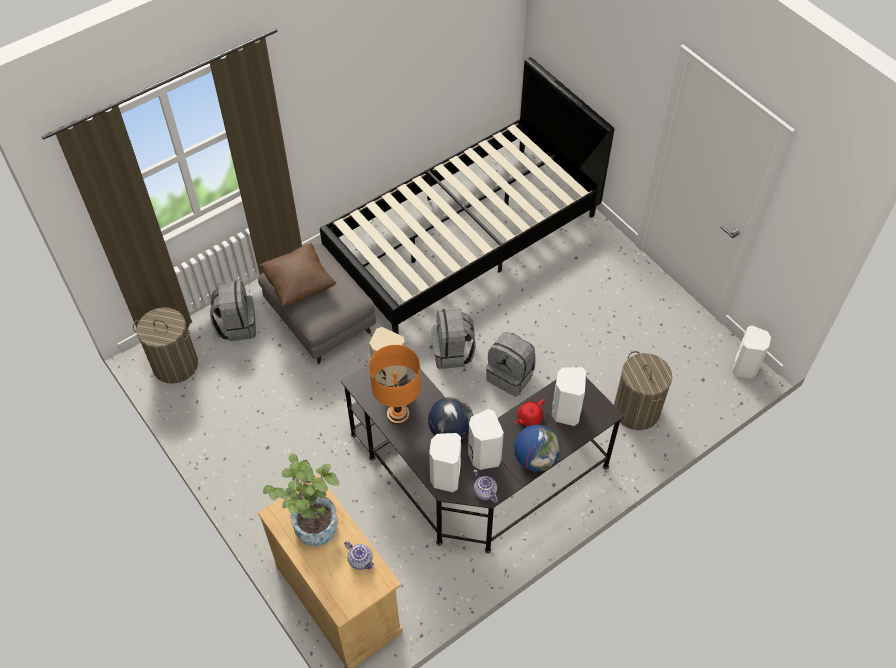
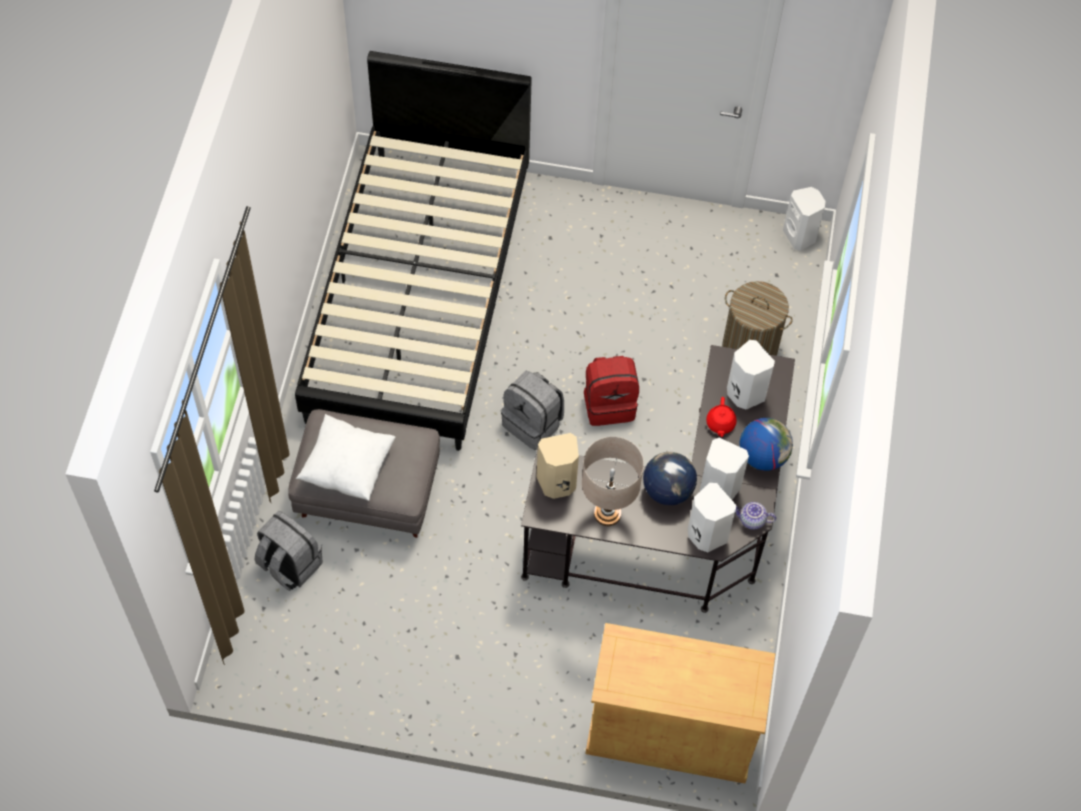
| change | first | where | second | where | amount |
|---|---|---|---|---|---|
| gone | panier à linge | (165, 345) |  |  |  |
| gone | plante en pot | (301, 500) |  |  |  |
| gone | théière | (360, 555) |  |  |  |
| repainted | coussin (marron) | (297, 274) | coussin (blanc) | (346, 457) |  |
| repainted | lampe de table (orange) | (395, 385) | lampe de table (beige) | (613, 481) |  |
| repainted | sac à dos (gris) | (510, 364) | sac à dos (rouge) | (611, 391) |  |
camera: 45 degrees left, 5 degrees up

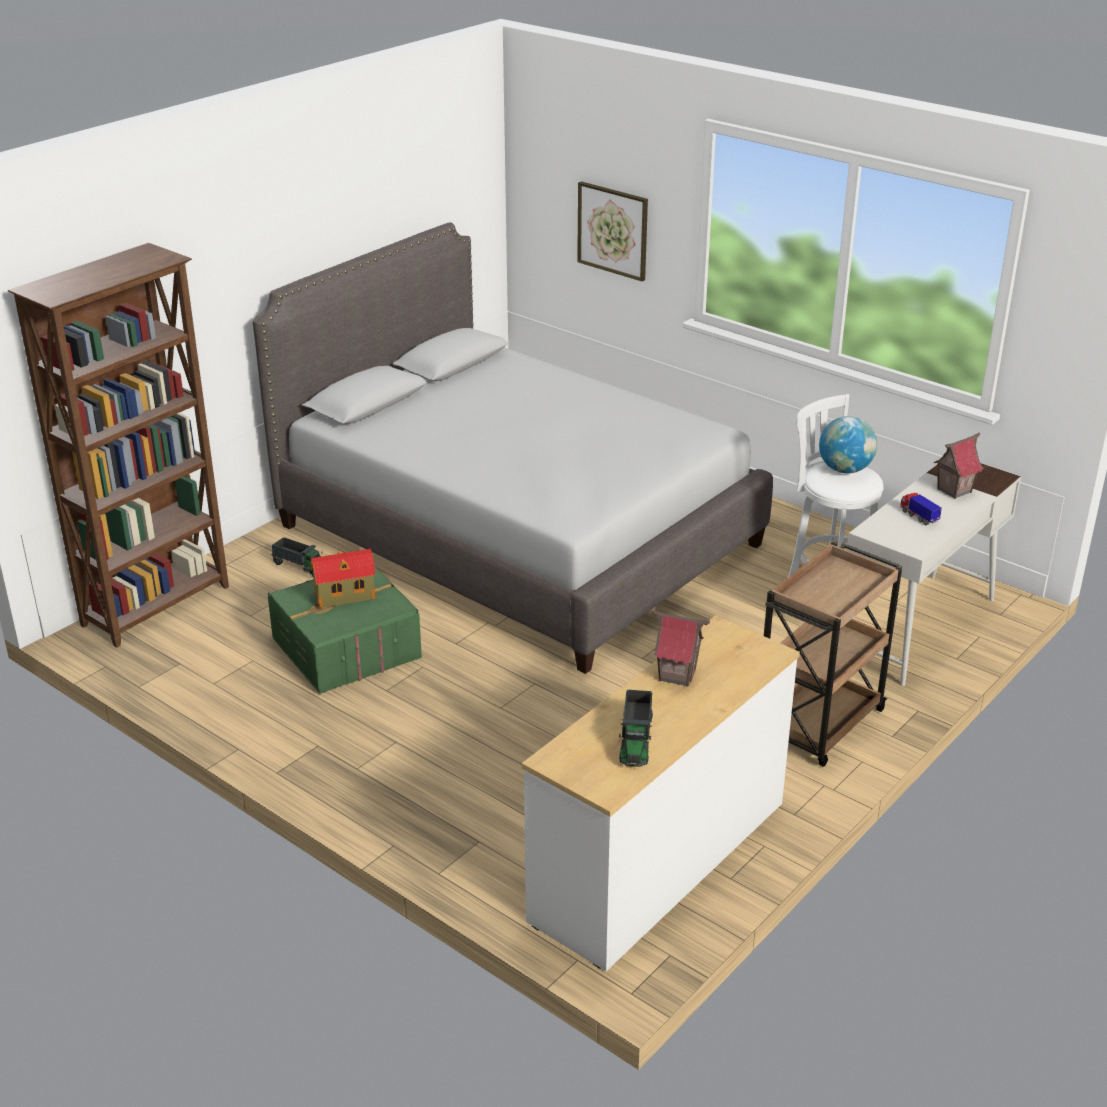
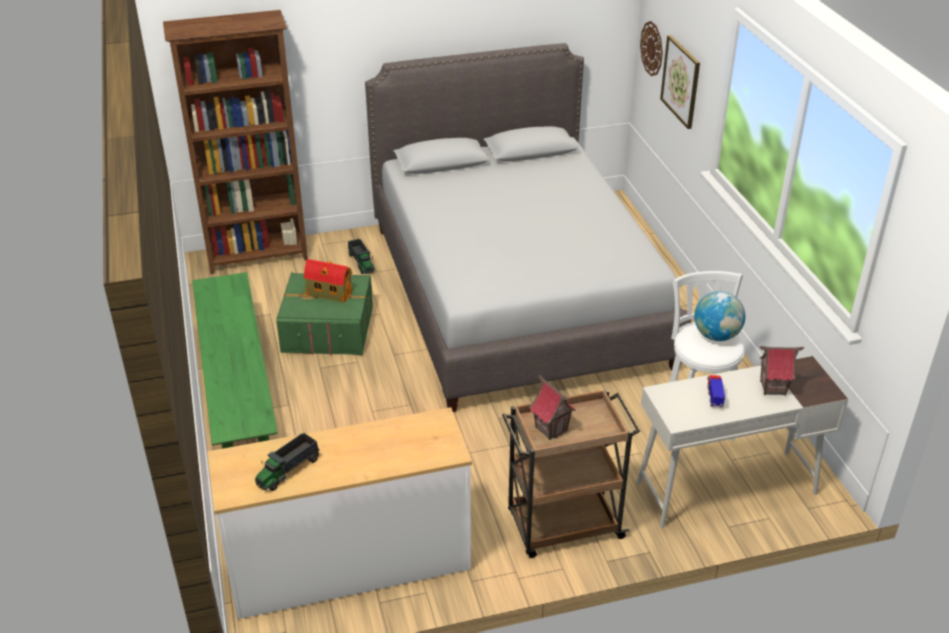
| change | first | where | second | where | amount |
|---|---|---|---|---|---|
| new |  |  | banc (vert) | (235, 360) |  |
| new |  |  | horloge murale | (651, 48) |  |
| shifted | maison miniature | (680, 648) |  | (552, 407) |  |
camera: 35 degrees right, 5 degrees up

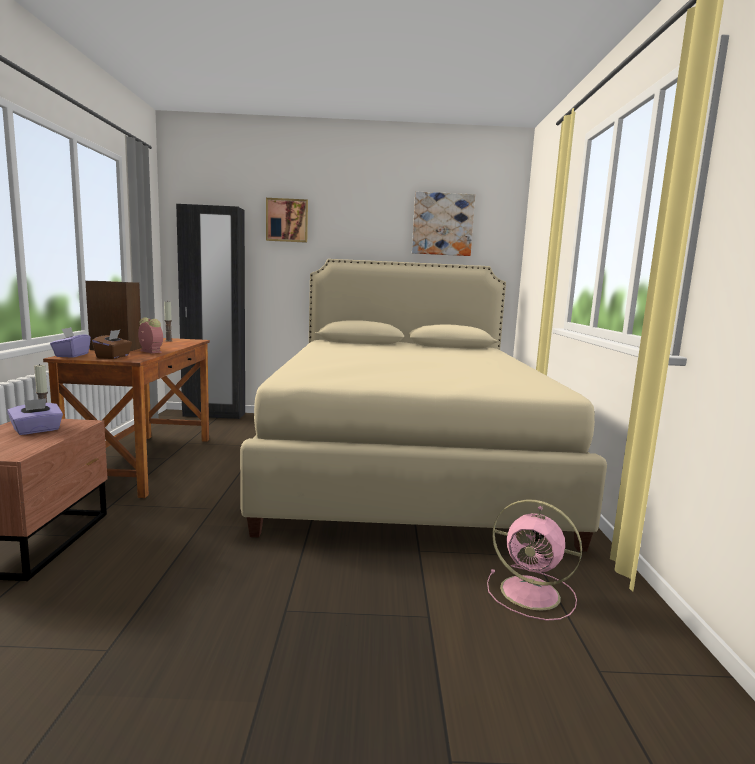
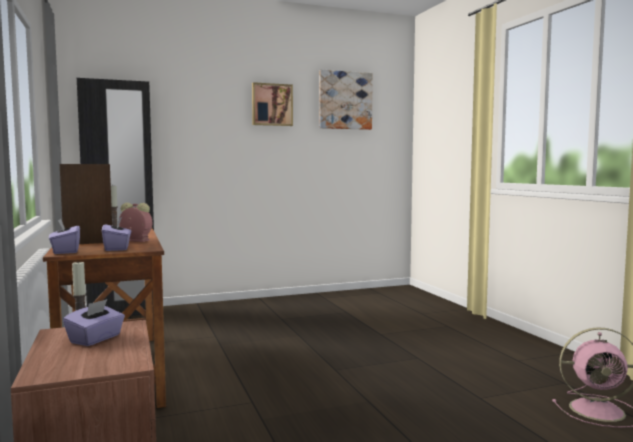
| change | first | where | second | where | amount |
|---|---|---|---|---|---|
| gone | lit (beige) | (423, 405) |  |  |  |
| shifted | tableau | (287, 220) |  | (272, 104) |  |
| repainted | boîte à mouchoirs (marron) | (112, 344) | boîte à mouchoirs (violet) | (116, 234) |  |
camera: 20 degrees left, 5 degrees down

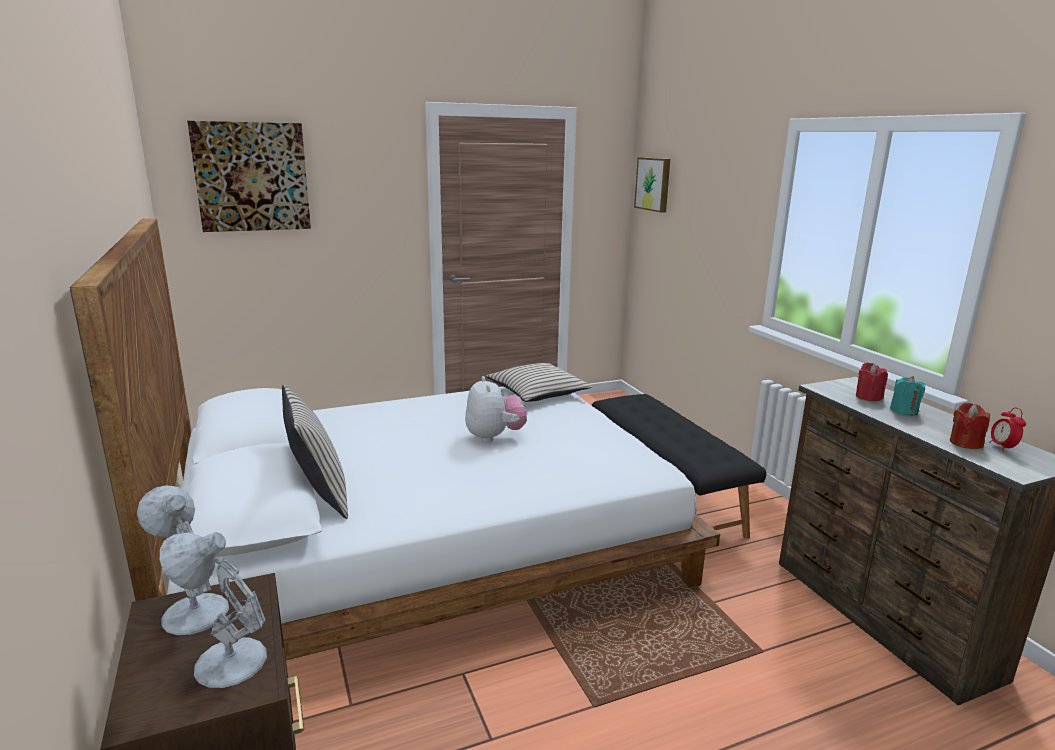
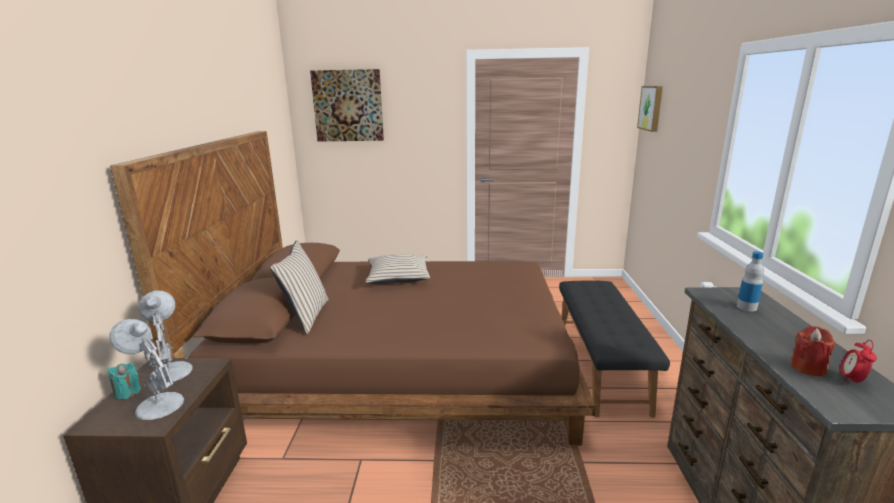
| change | first | where | second | where | amount |
|---|---|---|---|---|---|
| gone | peluche | (496, 409) |  |  |  |
| shifted | coussin (beige) | (539, 382) |  | (398, 269) |  |
| shifted | bougie (turquoise) | (907, 396) |  | (124, 381) |  |
| swapped | bougie (rouge) | (872, 381) | bouteille | (750, 281) |  |
| repainted | lit (blanc) | (395, 439) | lit (marron) | (353, 288) |  |
camera: 25 degrees right, 0 degrees up

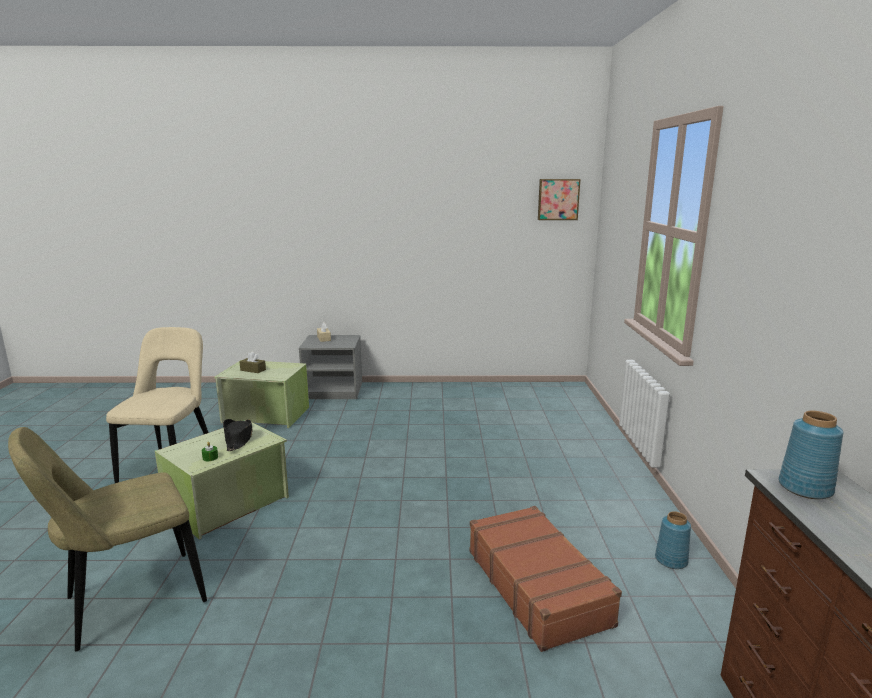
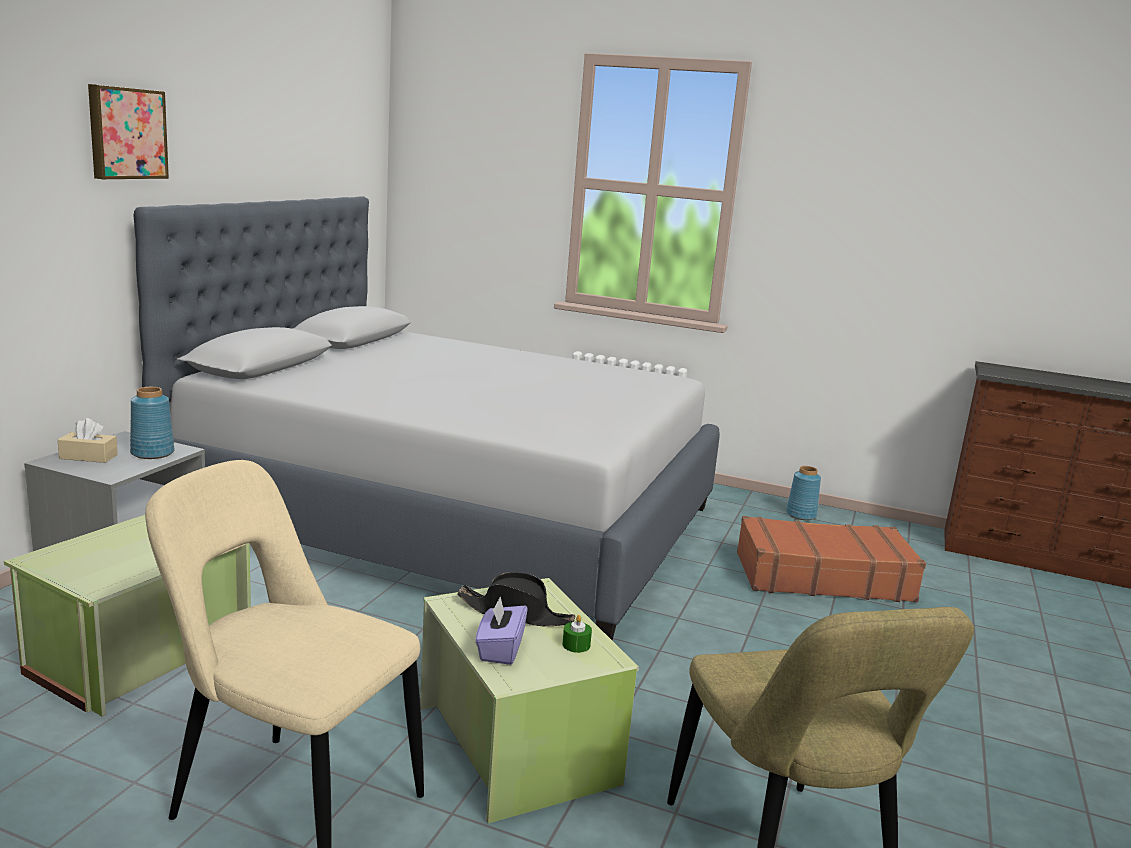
| change | first | where | second | where | amount |
|---|---|---|---|---|---|
| gone | boîte à mouchoirs (marron) | (252, 362) |  |  |  |
| new |  |  | lit (gris) | (427, 418) |  |
| new |  |  | boîte à mouchoirs (violet) | (501, 631) |  |
| shifted | tableau | (559, 199) |  | (128, 131) |  |
| shifted | vase (bleu) | (810, 455) |  | (152, 423) |  |
camera: 70 degrees left, 0 degrees up

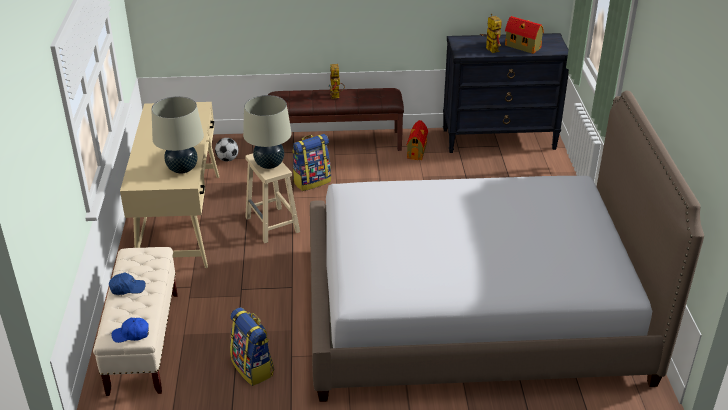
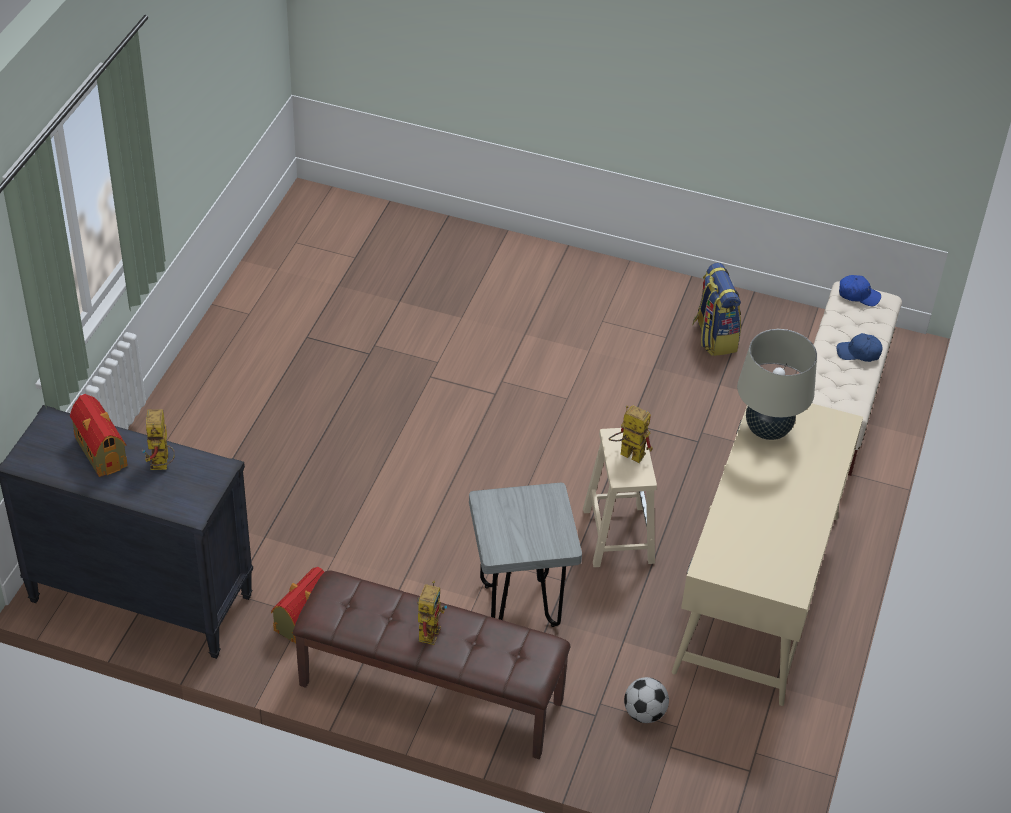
| change | first | where | second | where | amount |
|---|---|---|---|---|---|
| gone | lit | (507, 246) |  |  |  |
| swapped | lampe de table (beige) | (267, 132) | robot jouet | (631, 434) |  |
| swapped | sac à dos | (311, 162) | tabouret (gris) | (525, 555) |  |
camera: 160 degrees left, 10 degrees up

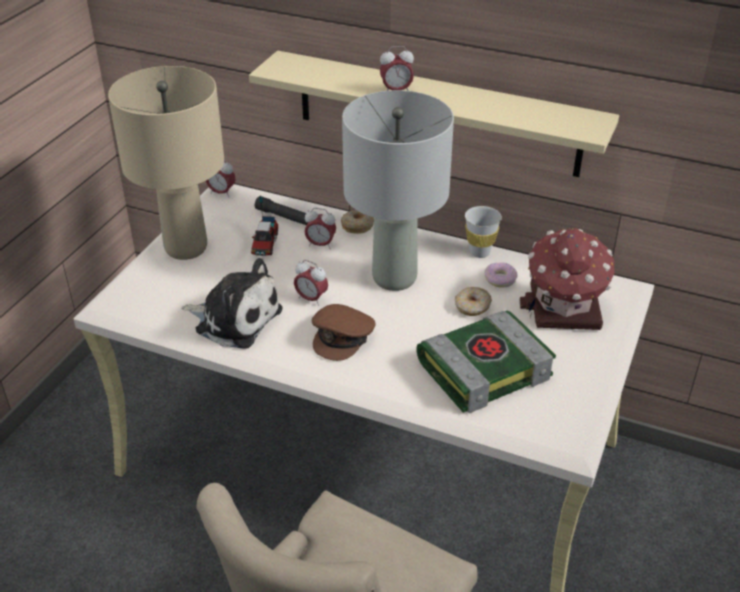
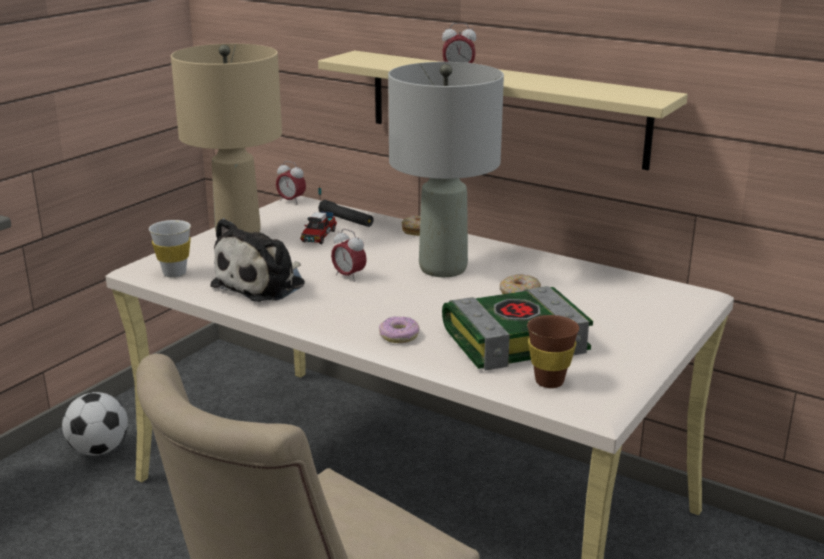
| change | first | where | second | where | amount |
|---|---|---|---|---|---|
| gone | réveil | (320, 228) |  |  |  |
| gone | casquette (marron) | (344, 332) |  |  |  |
| gone | maison miniature | (567, 279) |  |  |  |
| new |  |  | ballon de foot | (95, 424) |  |
| new |  |  | tasse (marron) | (553, 351) |  |
| shifted | tasse (blanc) | (483, 232) |  | (170, 249) |  |
| shifted | beignet | (500, 275) |  | (399, 329) |  |
| rotated | peluche | (231, 303) |  | (257, 260) | 90 degrees clockwise |
camera: 10 degrees right, 15 degrees down

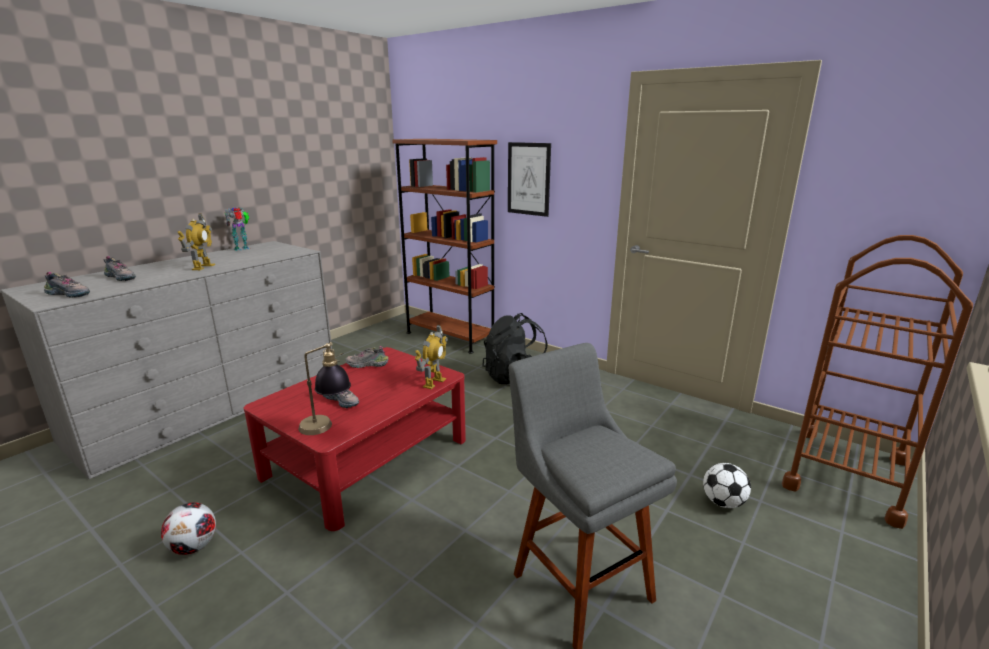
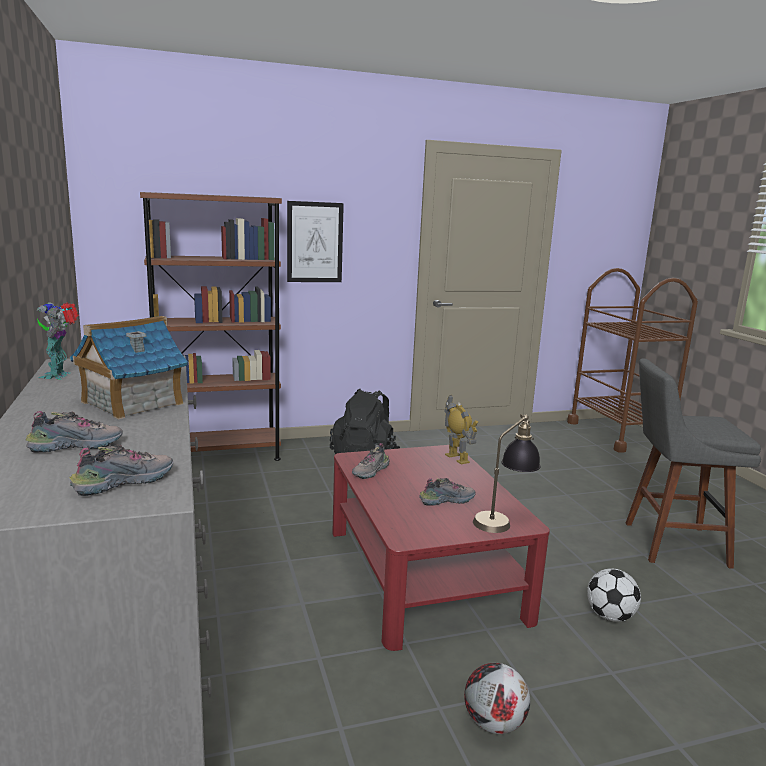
| change | first | where | second | where | amount |
|---|---|---|---|---|---|
| shifted | ballon de foot | (727, 485) |  | (614, 595) |  |
| swapped | robot jouet | (196, 242) | maison miniature | (129, 368) |  |
camera: 55 degrees left, 5 degrees down

